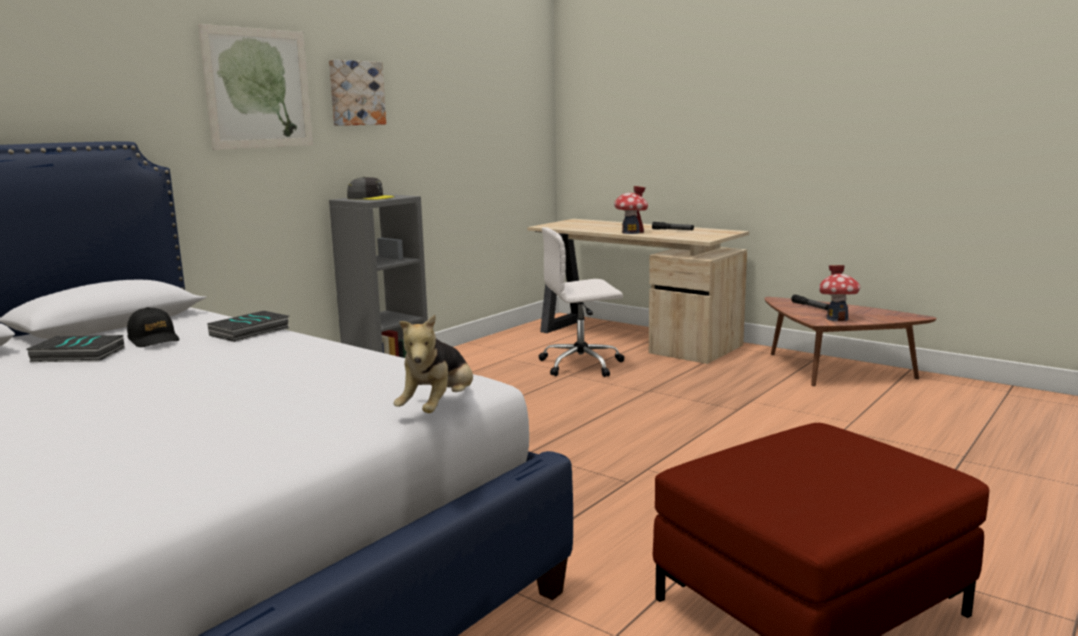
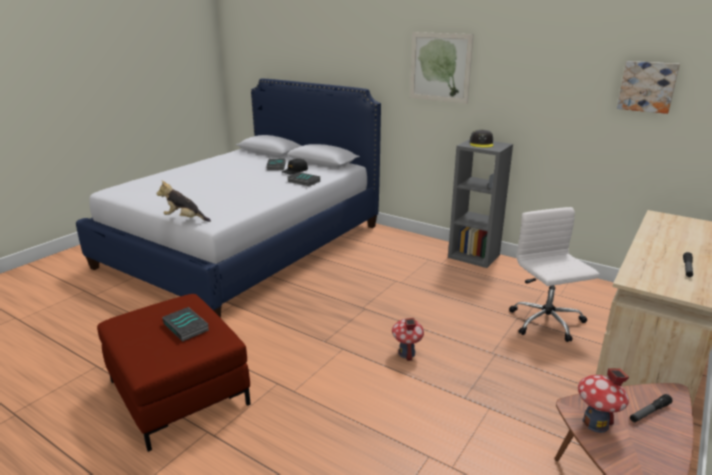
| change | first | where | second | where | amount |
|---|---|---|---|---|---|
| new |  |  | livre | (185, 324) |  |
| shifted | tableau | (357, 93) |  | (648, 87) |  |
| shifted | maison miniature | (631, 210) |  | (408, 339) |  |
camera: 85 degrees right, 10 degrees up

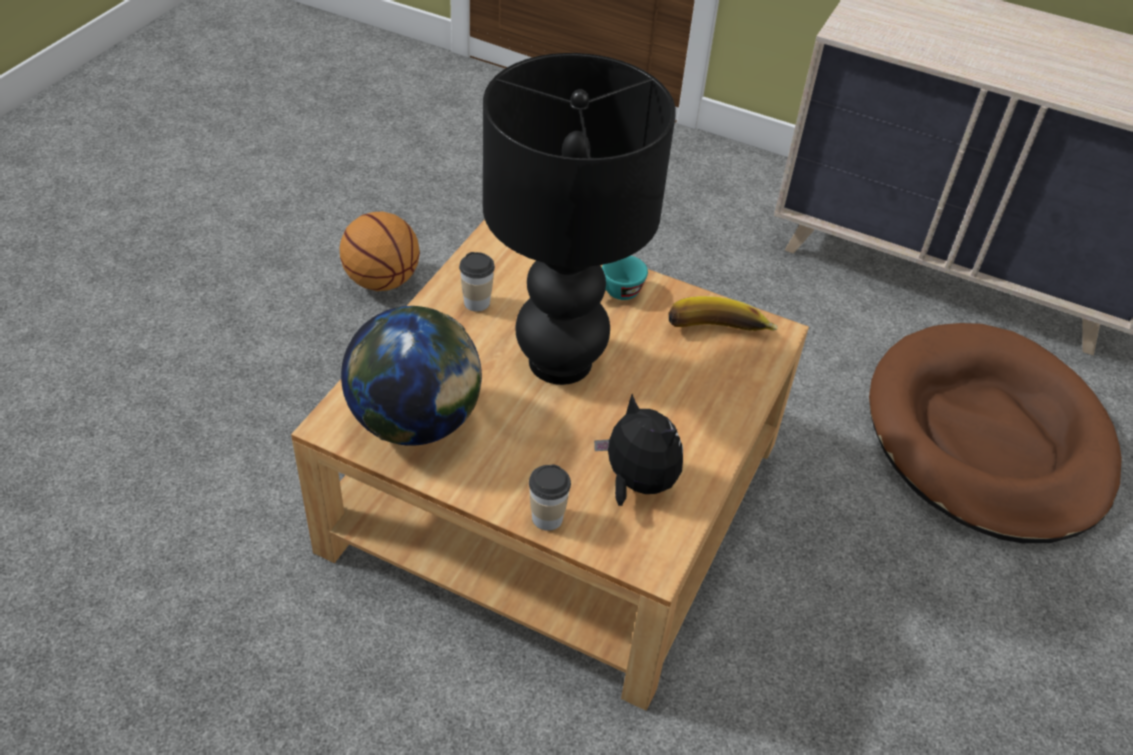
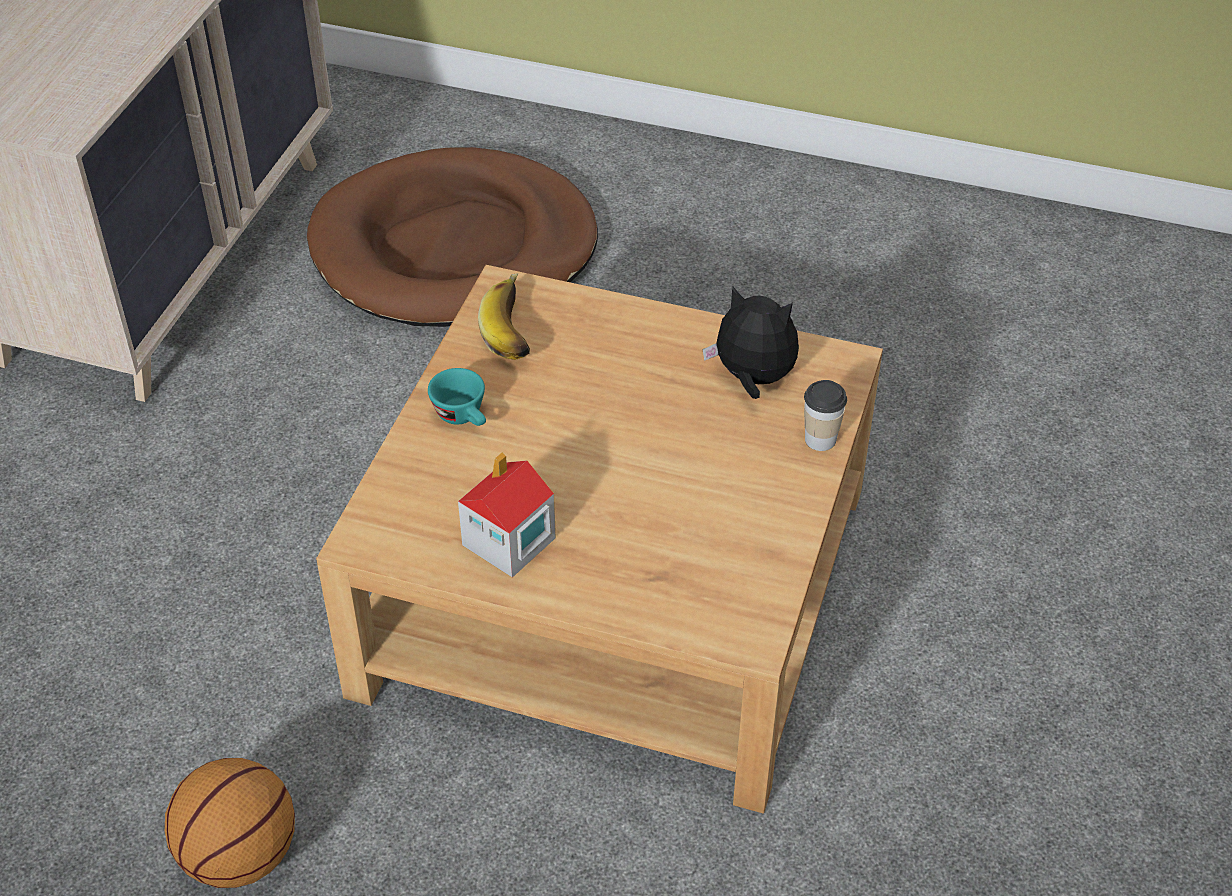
| change | first | where | second | where | amount |
|---|---|---|---|---|---|
| gone | globe | (411, 376) |  |  |  |
| gone | lampe de table (noir) | (579, 219) |  |  |  |
| swapped | tasse | (477, 282) | maison miniature | (507, 515) |  |
| rotated | peluche | (638, 450) |  | (751, 343) | 75 degrees clockwise |
camera: 95 degrees left, 0 degrees up

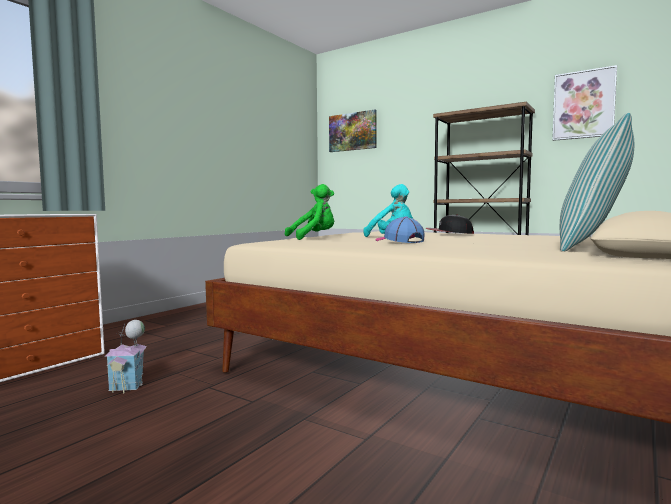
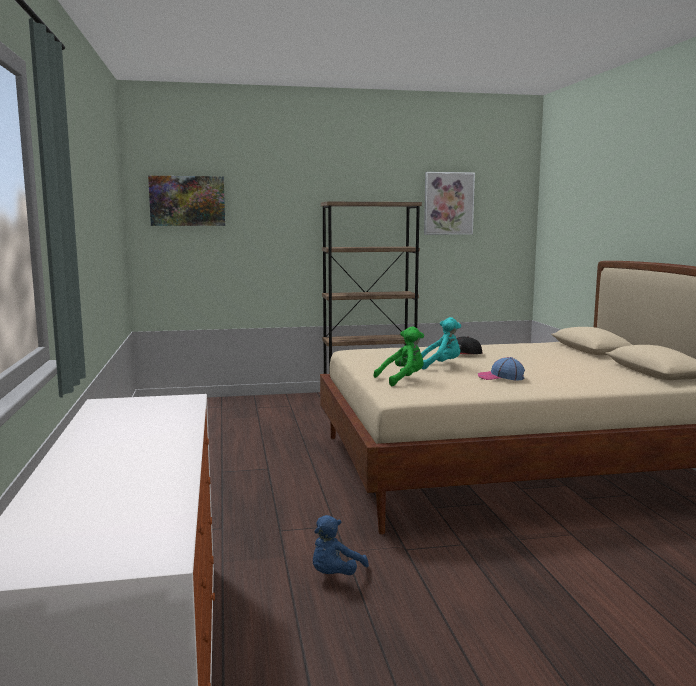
| change | first | where | second | where | amount |
|---|---|---|---|---|---|
| gone | coussin | (597, 182) |  |  |  |
| swapped | maison miniature | (125, 357) | peluche (bleu) | (341, 545) |  |
| rotated | peluche (vert) | (309, 212) |  | (398, 356) | 45 degrees clockwise |
camera: 45 degrees left, 5 degrees up

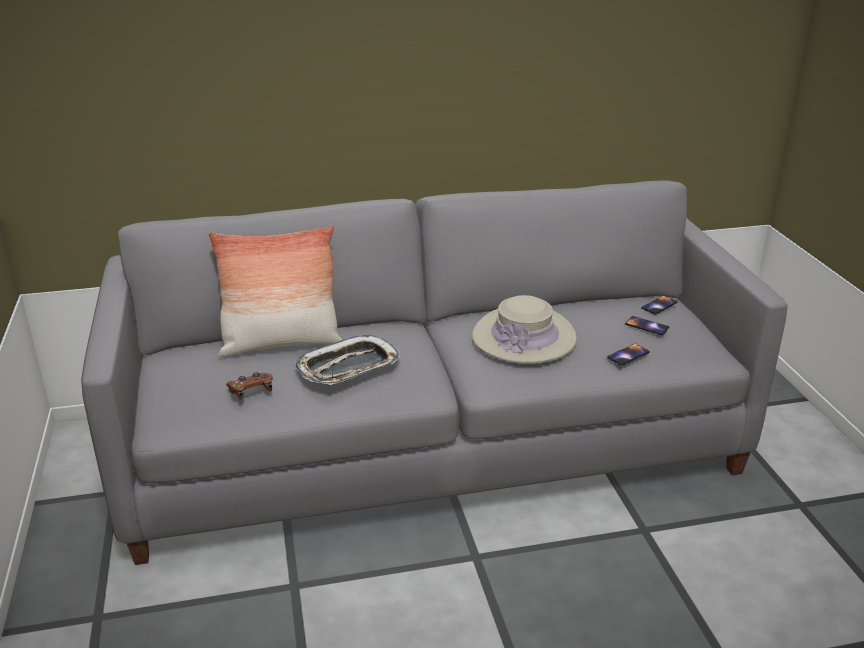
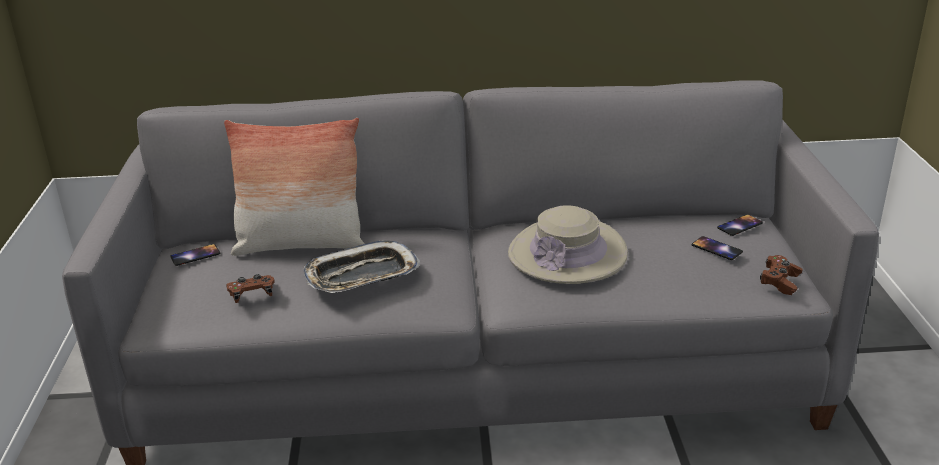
| change | first | where | second | where | amount |
|---|---|---|---|---|---|
| new |  |  | manette (marron) | (781, 275) |  |
| shifted | téléphone | (628, 355) |  | (195, 255) |  |
camera: 10 degrees right, 0 degrees up

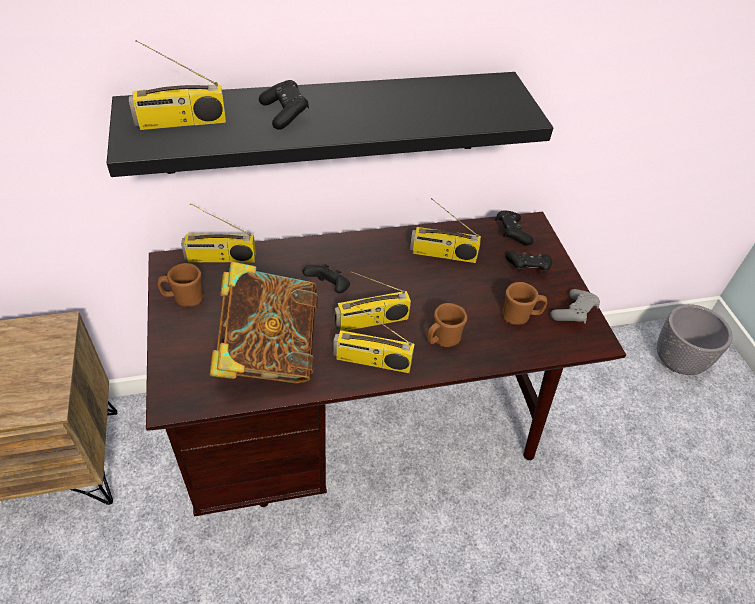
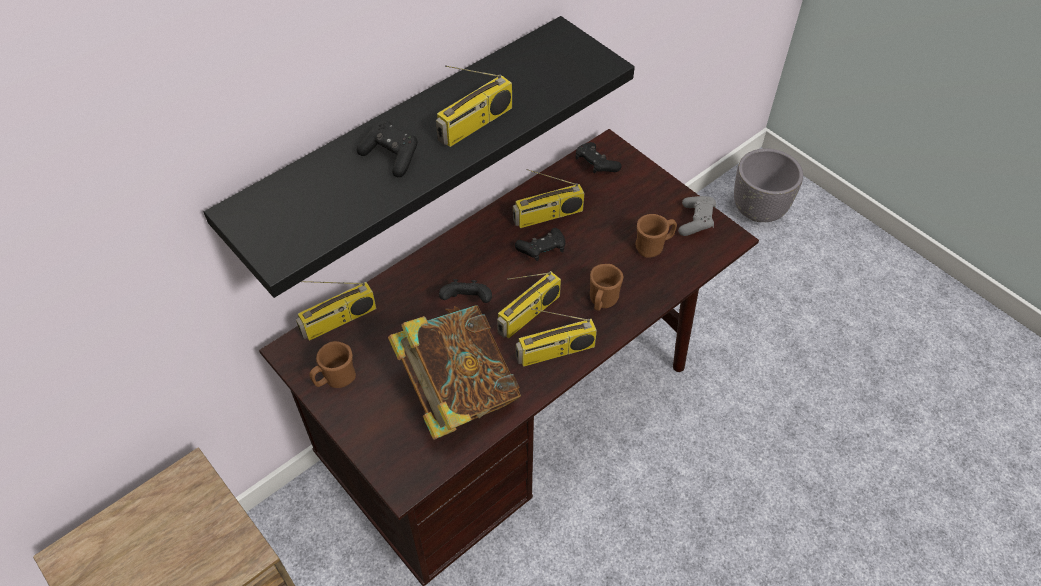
| change | first | where | second | where | amount |
|---|---|---|---|---|---|
| shifted | radio | (177, 85) |  | (474, 106) |  |
| shifted | manette (noir) | (529, 263) |  | (540, 244) |  |
camera: 25 degrees left, 5 degrees up

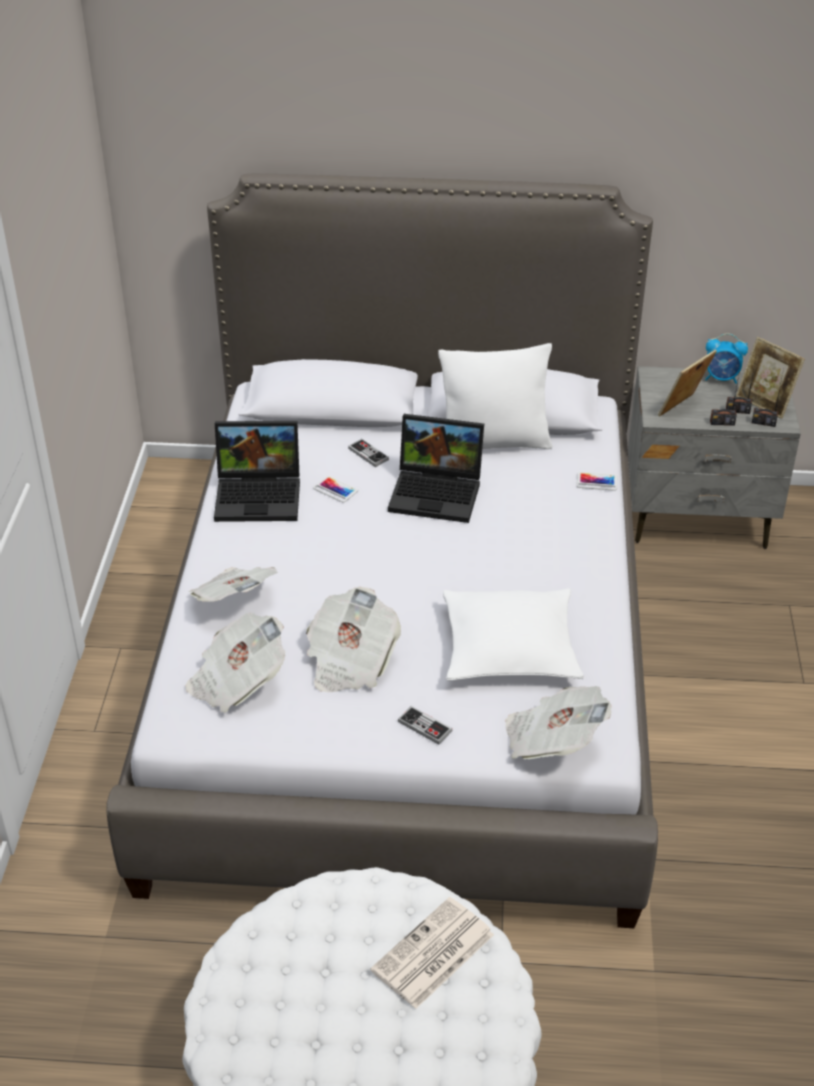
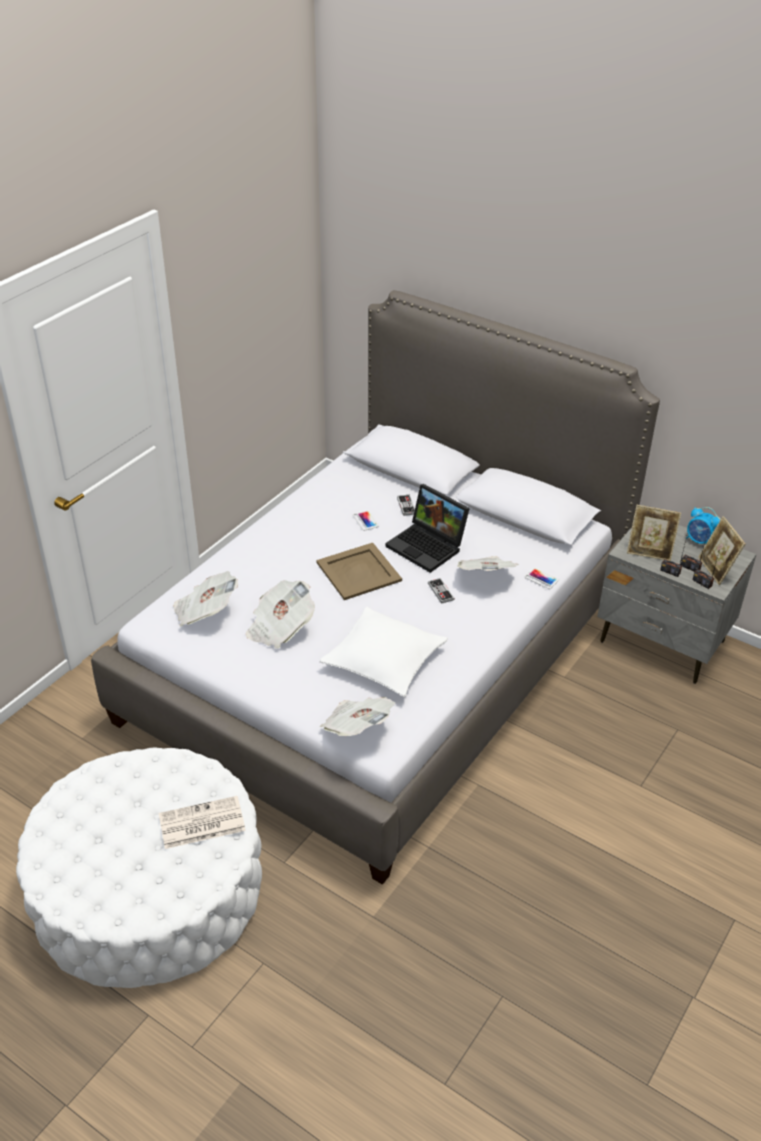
| change | first | where | second | where | amount |
|---|---|---|---|---|---|
| gone | ordinateur portable | (257, 471) |  |  |  |
| gone | coussin (blanc) | (495, 396) |  |  |  |
| new |  |  | plateau (beige) | (359, 571) |  |
| shifted | journal | (233, 584) |  | (487, 563) |  |
| shifted | manette | (425, 725) |  | (441, 591) |  |
| rotated | cadre photo | (687, 383) |  | (654, 533) | 150 degrees counterclockwise |
camera: 30 degrees right, 0 degrees up

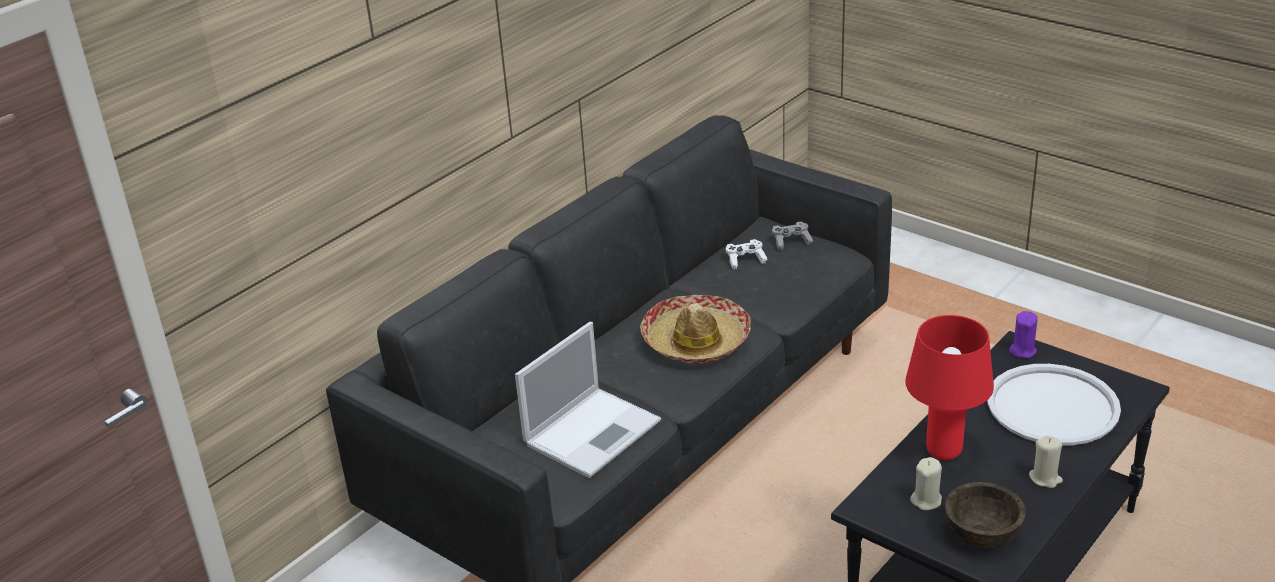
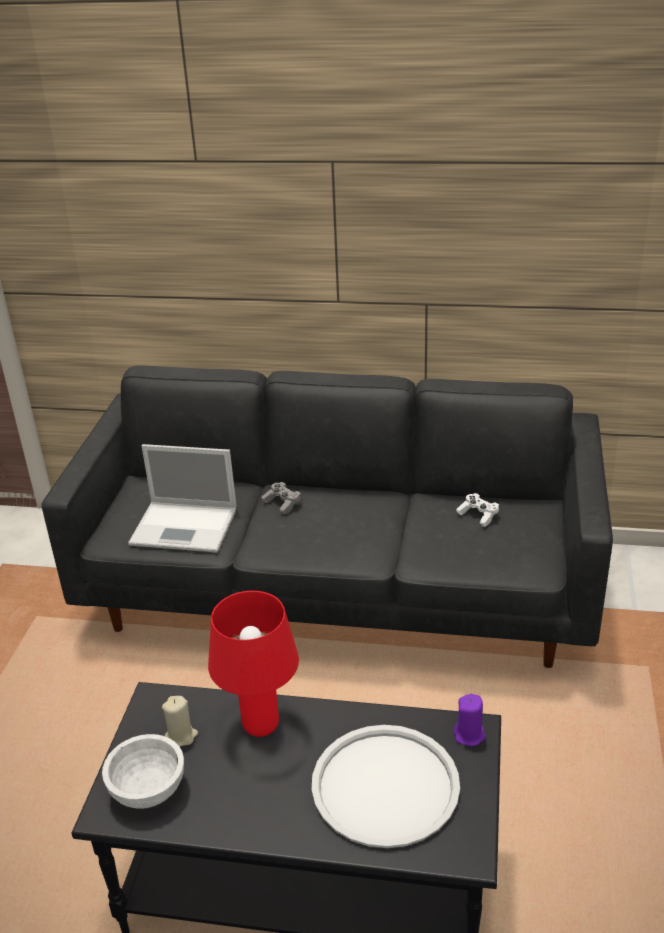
| change | first | where | second | where | amount |
|---|---|---|---|---|---|
| gone | chapeau | (695, 329) |  |  |  |
| gone | bougie (beige) | (1046, 462) |  |  |  |
| shifted | manette (gris) | (792, 235) |  | (281, 498) |  |
| repainted | bol (marron) | (985, 515) | bol (blanc) | (143, 771) |  |
camera: 60 degrees right, 0 degrees up

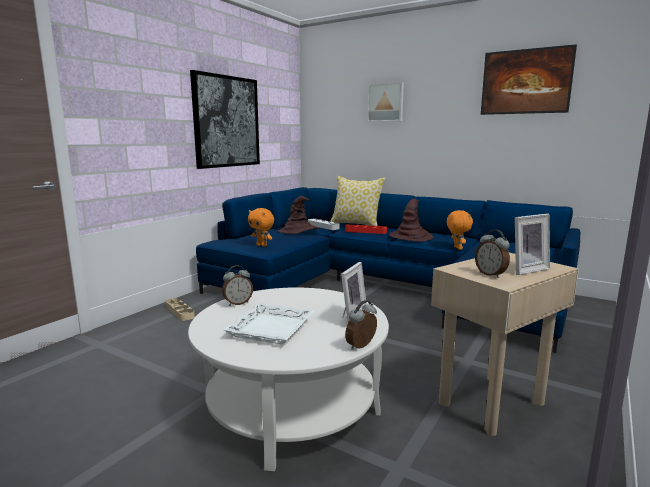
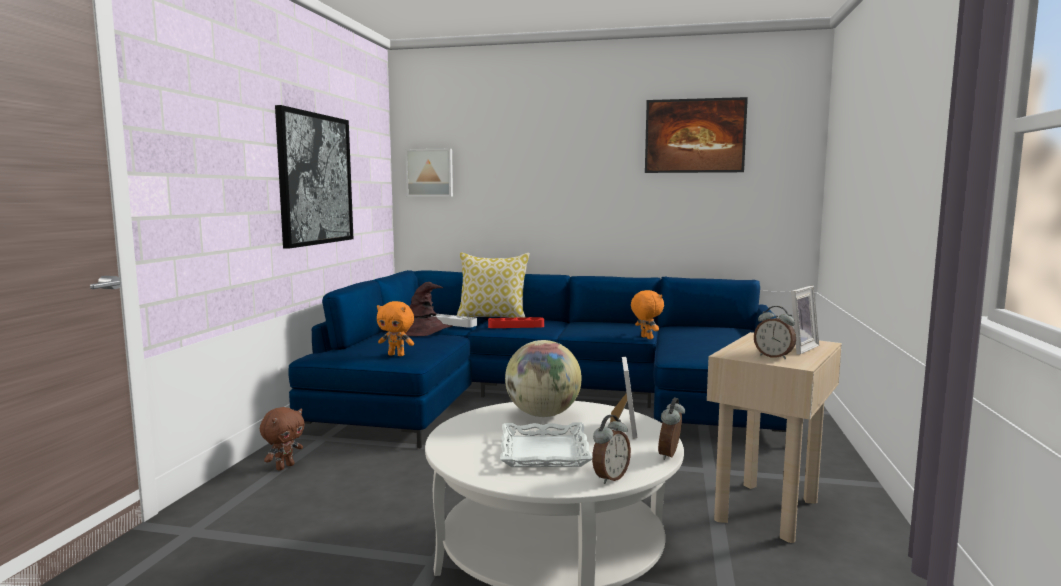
| change | first | where | second | where | amount |
|---|---|---|---|---|---|
| gone | chapeau (marron) | (411, 220) |  |  |  |
| new |  |  | globe | (543, 378) |  |
| shifted | réveil | (237, 285) |  | (611, 449) |  |
| shifted | tableau | (385, 102) |  | (429, 172) |  |
| swapped | plateau (beige) | (180, 309) | peluche (marron) | (282, 439) |  |
camera: 20 degrees left, 5 degrees down

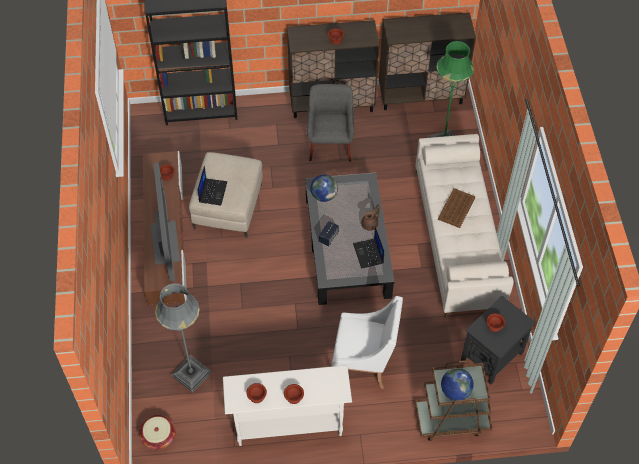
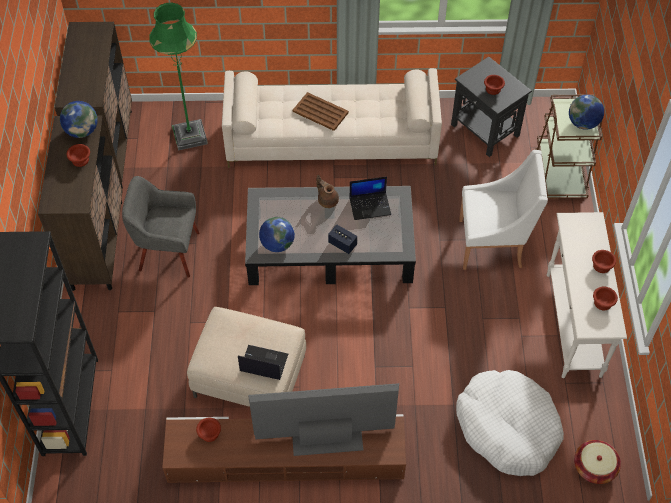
| change | first | where | second | where | amount |
|---|---|---|---|---|---|
| new |  |  | globe | (79, 119) |  |
| swapped | lampadaire (gris) | (183, 338) | panier pour chien (blanc) | (510, 423) |  |
| rotated | fauteuil (blanc) | (367, 342) |  | (503, 210) | 75 degrees clockwise |
camera: 85 degrees left, 0 degrees up

